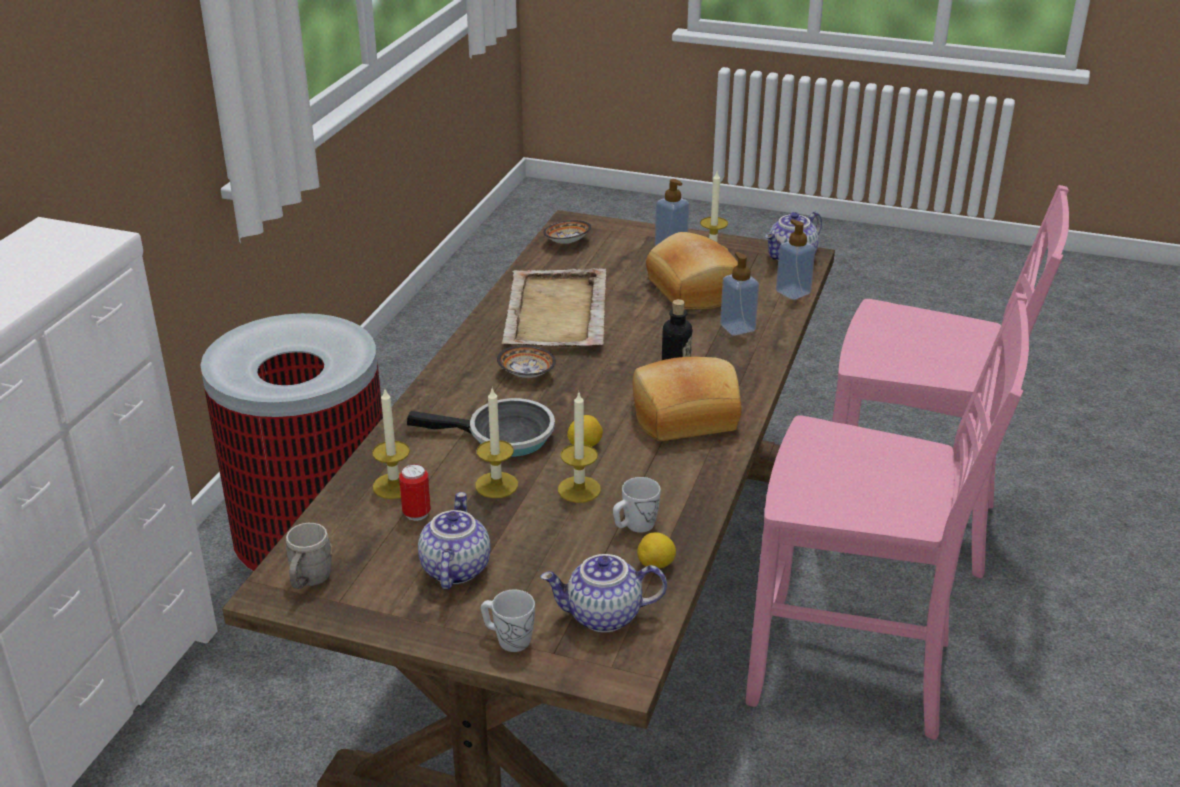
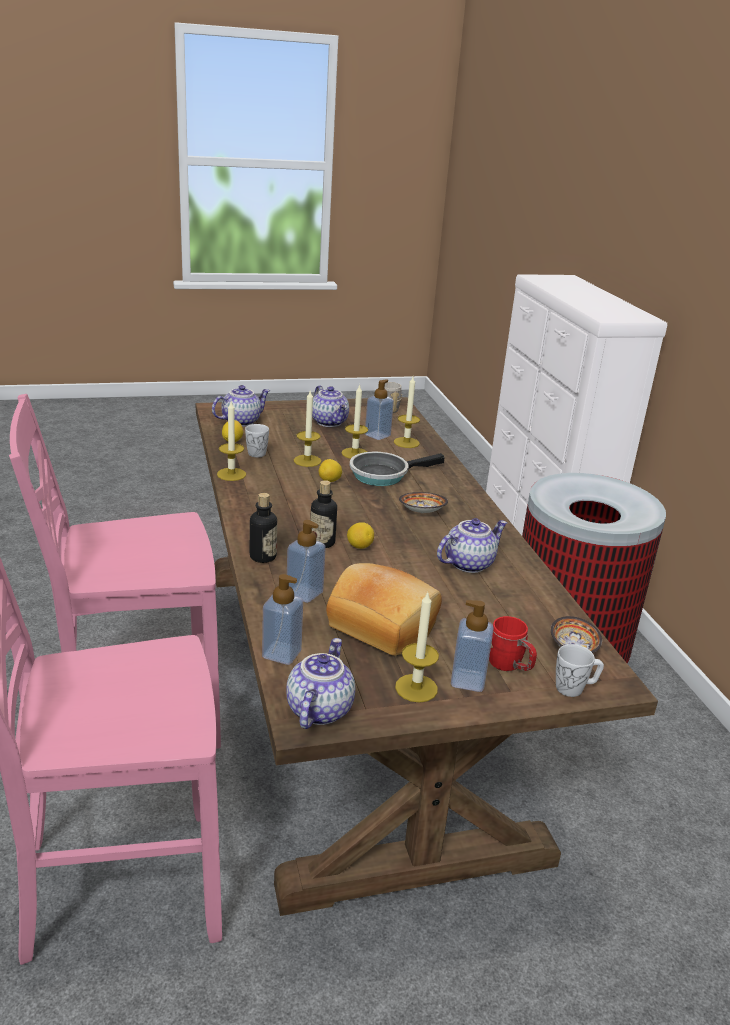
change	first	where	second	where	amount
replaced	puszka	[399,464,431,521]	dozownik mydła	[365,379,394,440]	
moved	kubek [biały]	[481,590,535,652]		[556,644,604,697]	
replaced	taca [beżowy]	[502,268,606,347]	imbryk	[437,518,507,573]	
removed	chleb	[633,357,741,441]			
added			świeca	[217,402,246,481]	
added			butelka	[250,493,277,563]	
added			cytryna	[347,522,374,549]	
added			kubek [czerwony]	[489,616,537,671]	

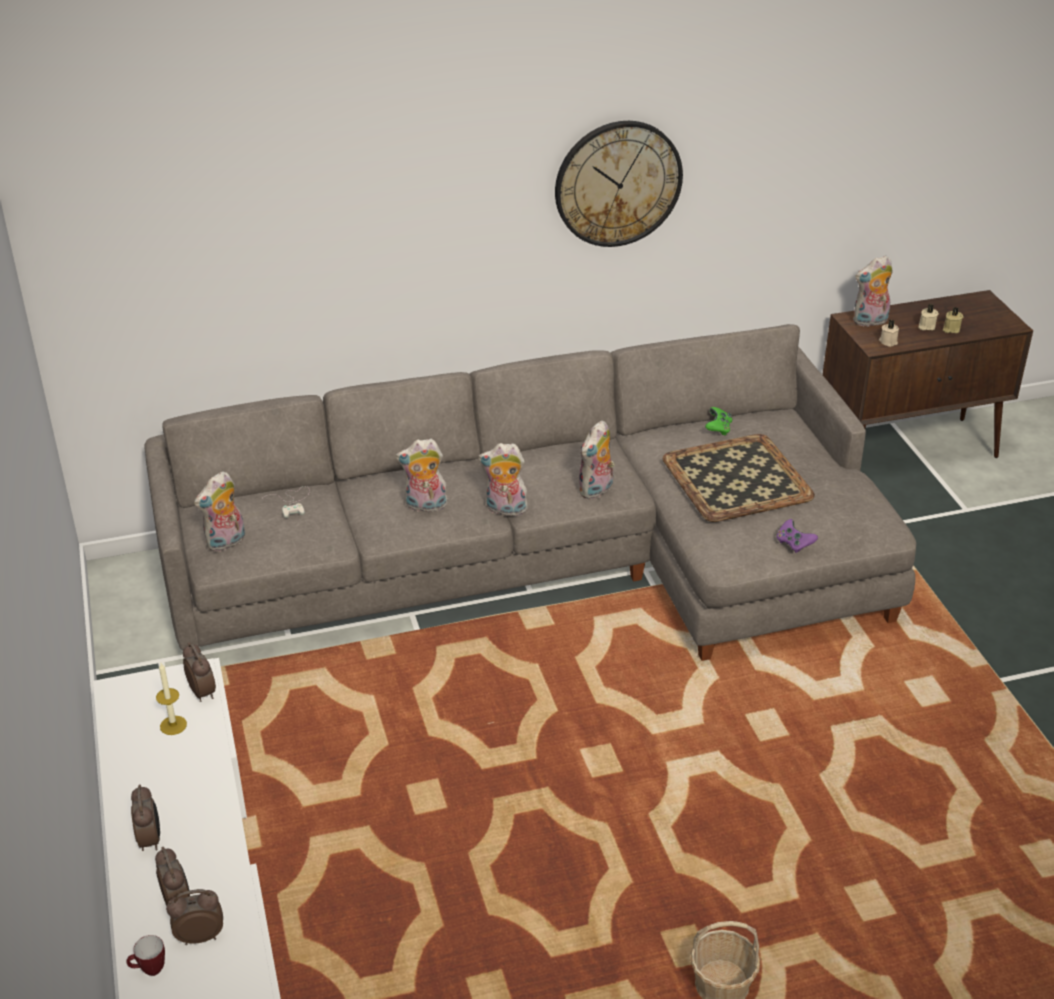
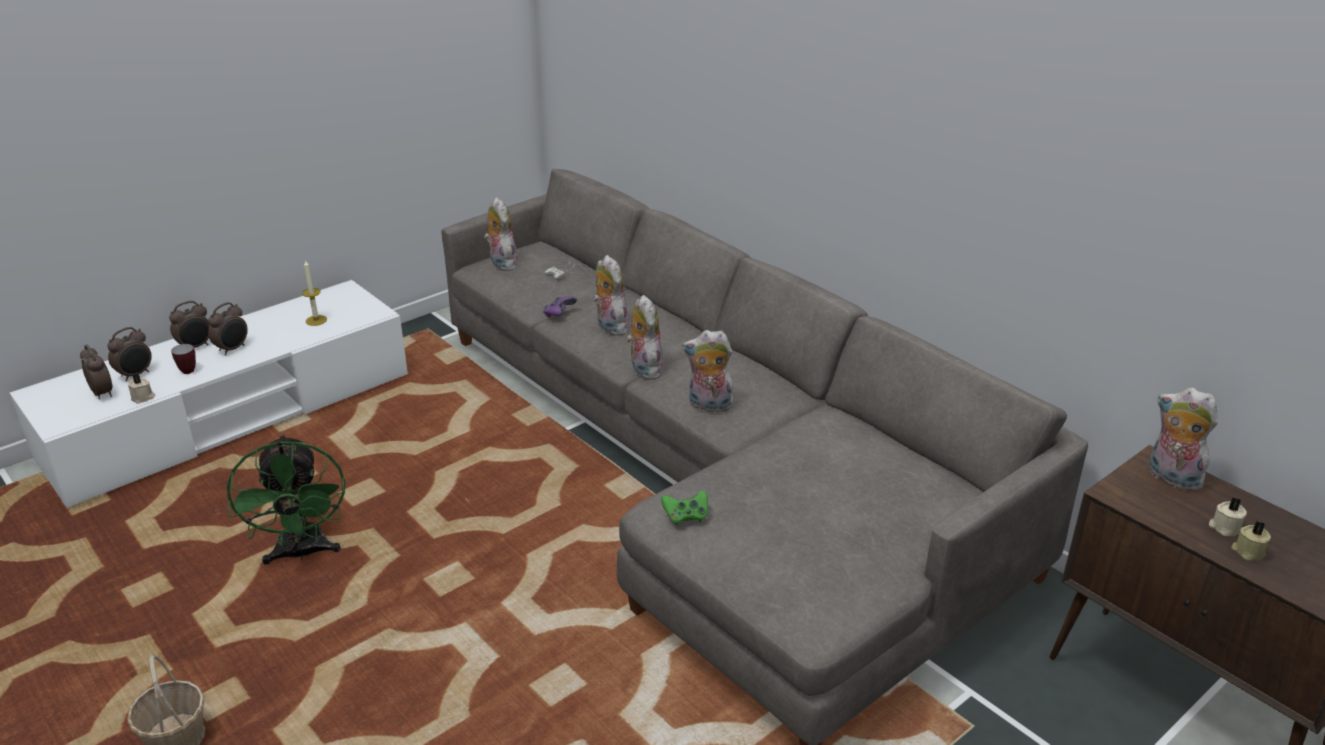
change	first	where	second	where	amount
moved	kubek	[126,935,165,976]		[171,344,196,374]	
moved	budzik	[183,643,216,702]		[208,302,248,355]	
turned	pluszak	[194,471,245,552]		[484,197,518,271]	45 degrees clockwise
removed	zegar ścienny	[555,121,683,247]			
removed	taca	[662,434,815,522]			
moved	pad do gier [zielony]	[705,407,732,436]		[661,491,708,525]	
moved	pad do gier [fioletowy]	[777,519,818,553]		[543,296,577,318]	
moved	świeca [beżowy]	[879,320,899,347]		[128,374,155,404]	
added			wentylator [zielony]	[227,434,345,564]	

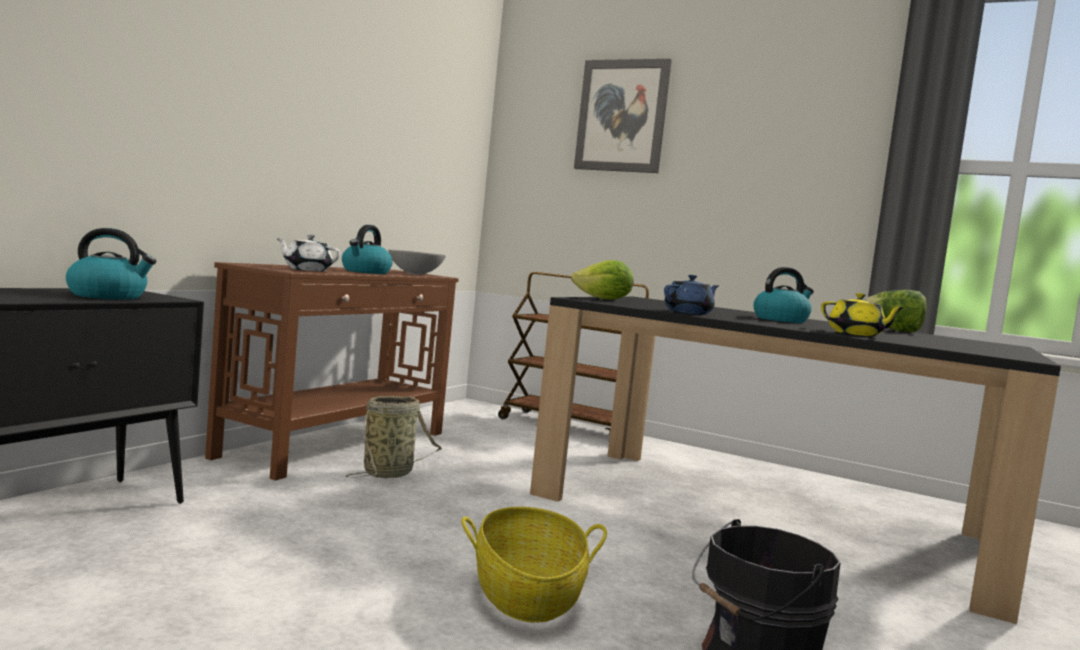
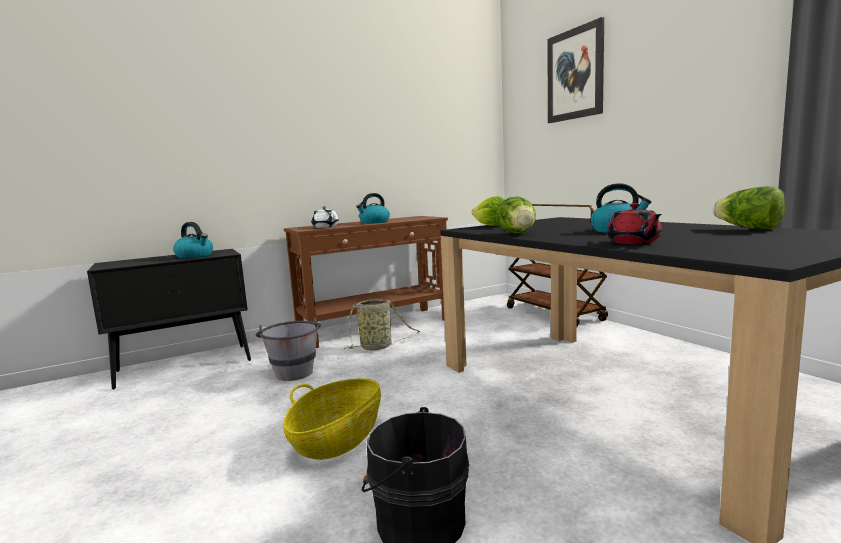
change	first	where	second	where	amount
removed	miska [szary]	[388,250,446,275]			
replaced	imbryk [niebieski]	[664,275,720,315]	sałata	[497,197,536,234]	
recoloured	imbryk [żółty]	[821,293,905,336]	imbryk [czerwony]	[607,203,662,244]	
added			wiadro [szary]	[256,318,321,381]	

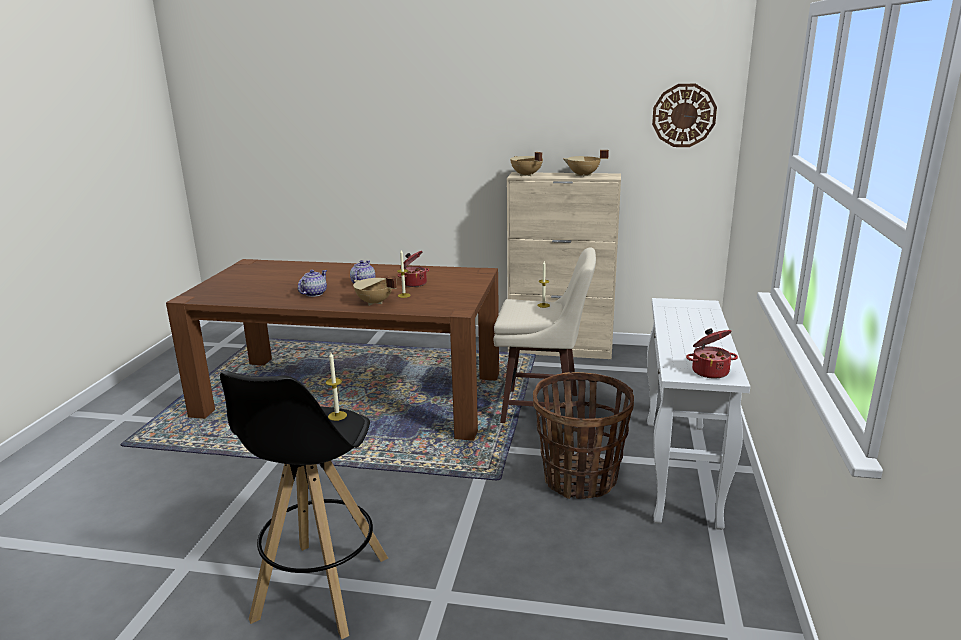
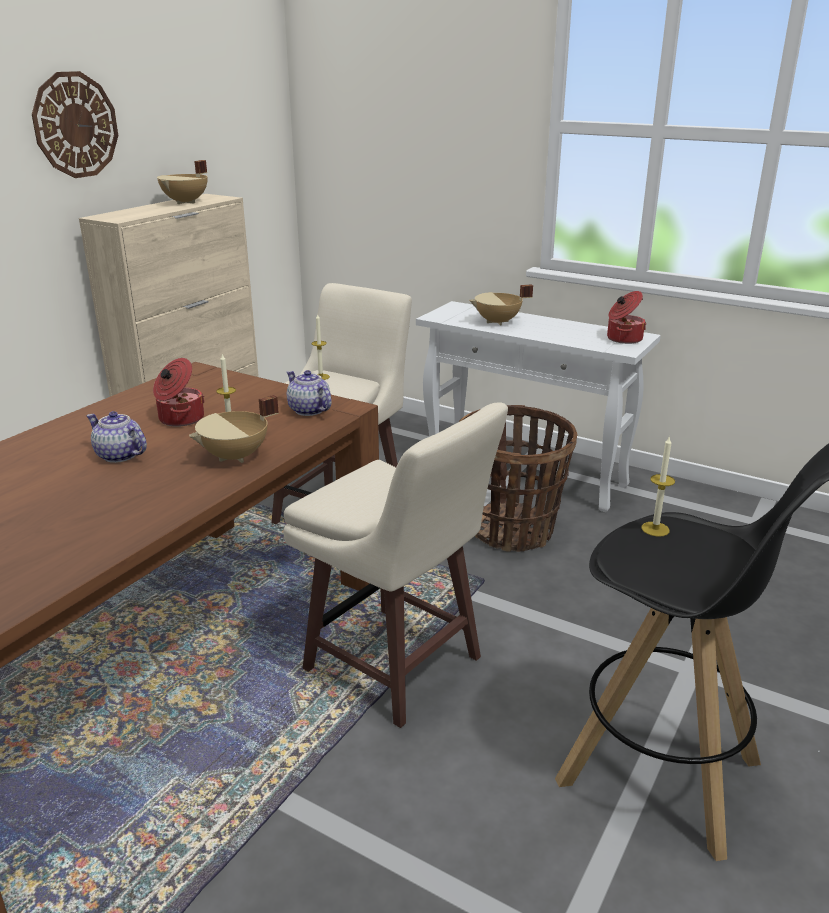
change	first	where	second	where	amount
moved	imbryk	[298,270,327,297]		[287,370,332,416]	
moved	garnek [beżowy]	[510,152,543,176]		[469,284,533,326]	
moved	zegar ścienny	[652,84,717,147]		[32,71,118,178]	
added			stołek [beżowy]	[283,402,508,728]	

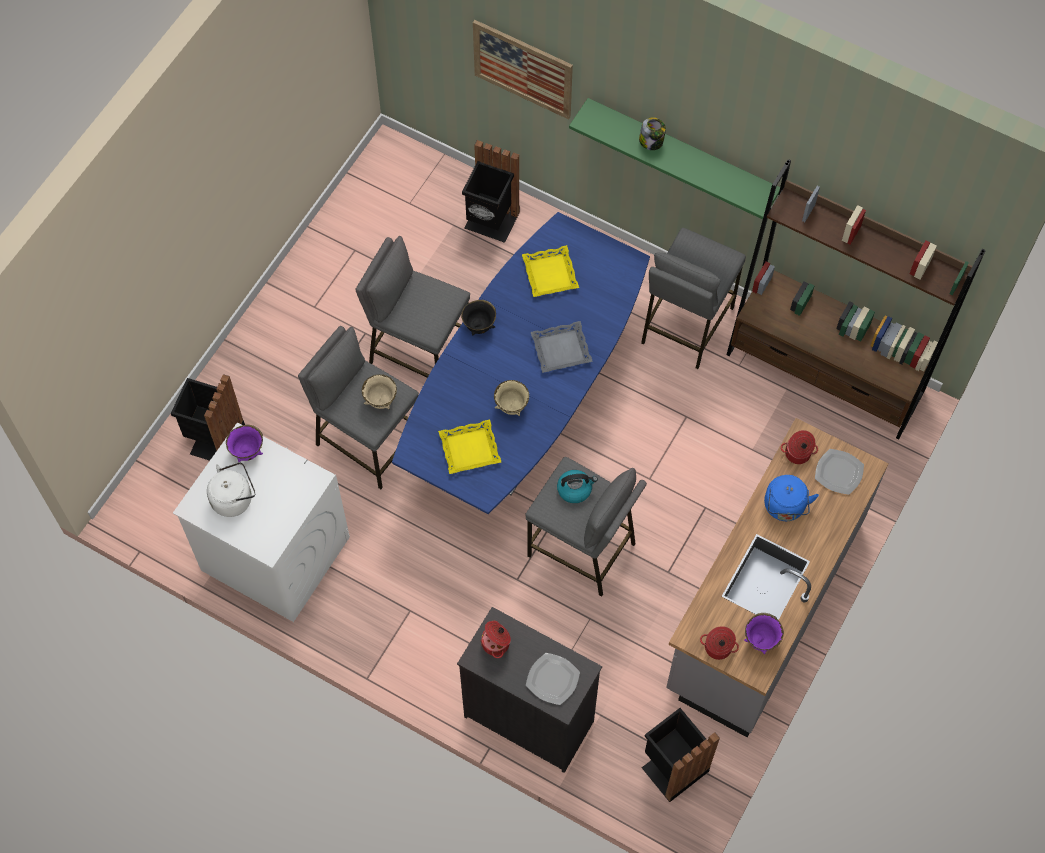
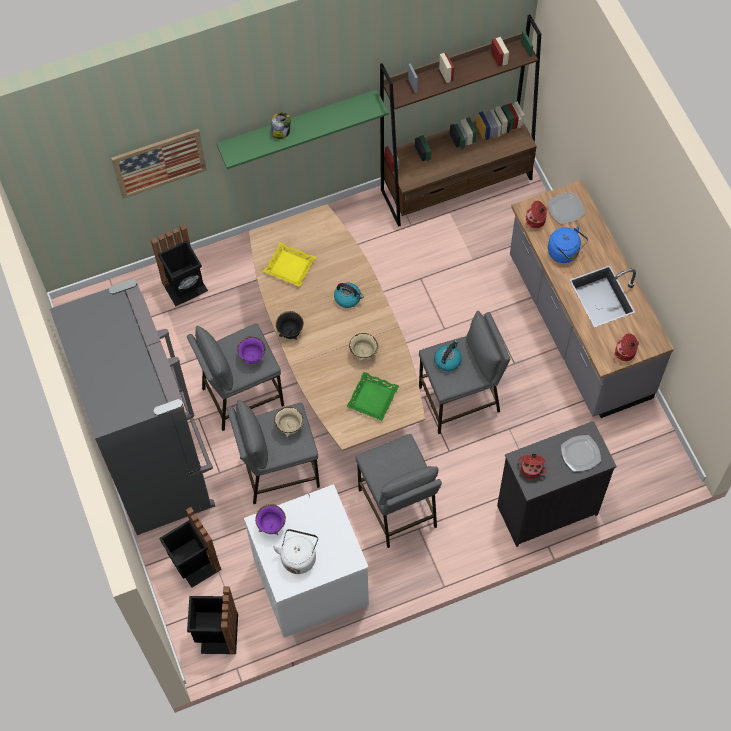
change	first	where	second	where	amount
recoloured	stół jadalny [niebieski]	[392,212,650,514]	stół jadalny [brązowy]	[249,204,425,451]	
recoloured	taca [żółty]	[438,419,501,474]	taca [zielony]	[346,372,399,421]	
replaced	taca [szary]	[531,321,593,373]	czajnik	[334,283,364,308]	
moved	stołek [szary]	[641,228,746,369]		[356,434,442,548]	
moved	kosz na śmieci [czarny]	[642,708,720,802]		[187,586,238,654]	
moved	miska [fioletowy]	[744,613,784,654]		[237,336,265,365]	
added			lodówka [szary]	[50,279,215,535]	

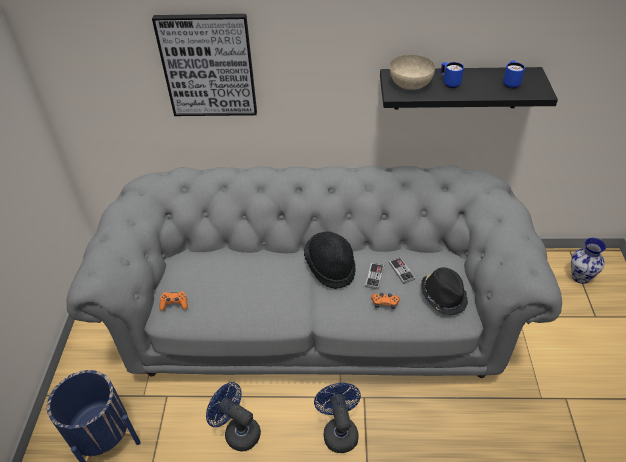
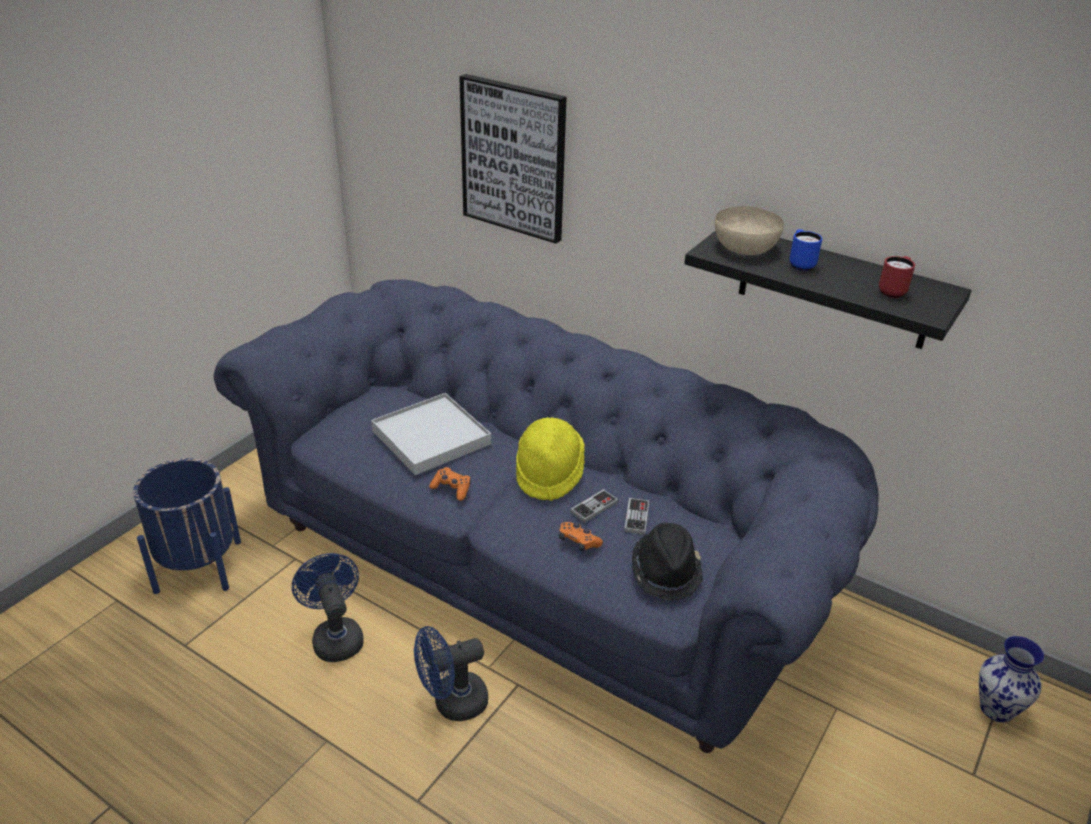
change	first	where	second	where	amount
recoloured	kanapa [szary]	[66,165,562,378]	kanapa [niebieski]	[214,280,879,753]	
moved	pad do gier [pomarańczowy]	[160,291,188,310]		[429,467,471,501]	
recoloured	kapelusz [czarny]	[304,231,356,289]	kapelusz [żółty]	[516,417,585,501]	
turned	wentylator [niebieski]	[314,383,361,453]		[414,626,488,721]	135 degrees counterclockwise
recoloured	kubek [niebieski]	[503,60,525,89]	kubek [czerwony]	[879,256,915,298]	
added			taca [biały]	[371,393,491,475]	

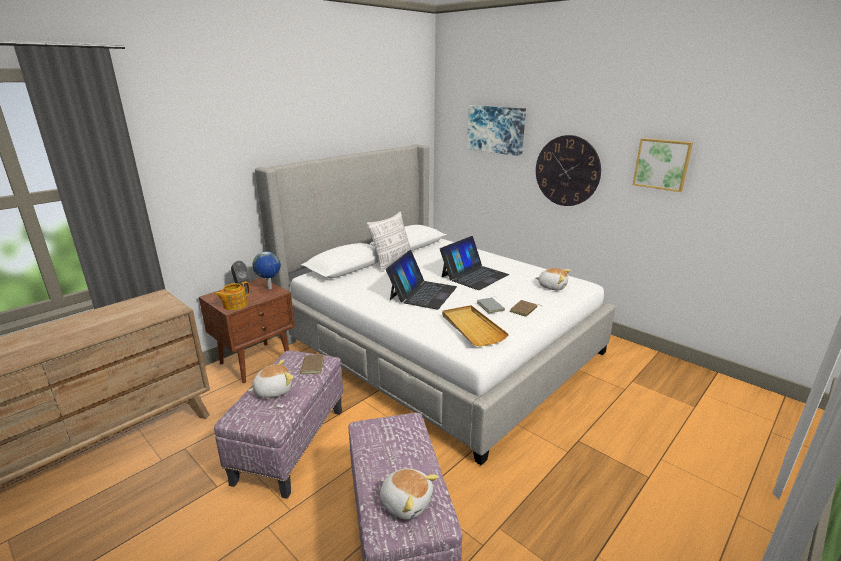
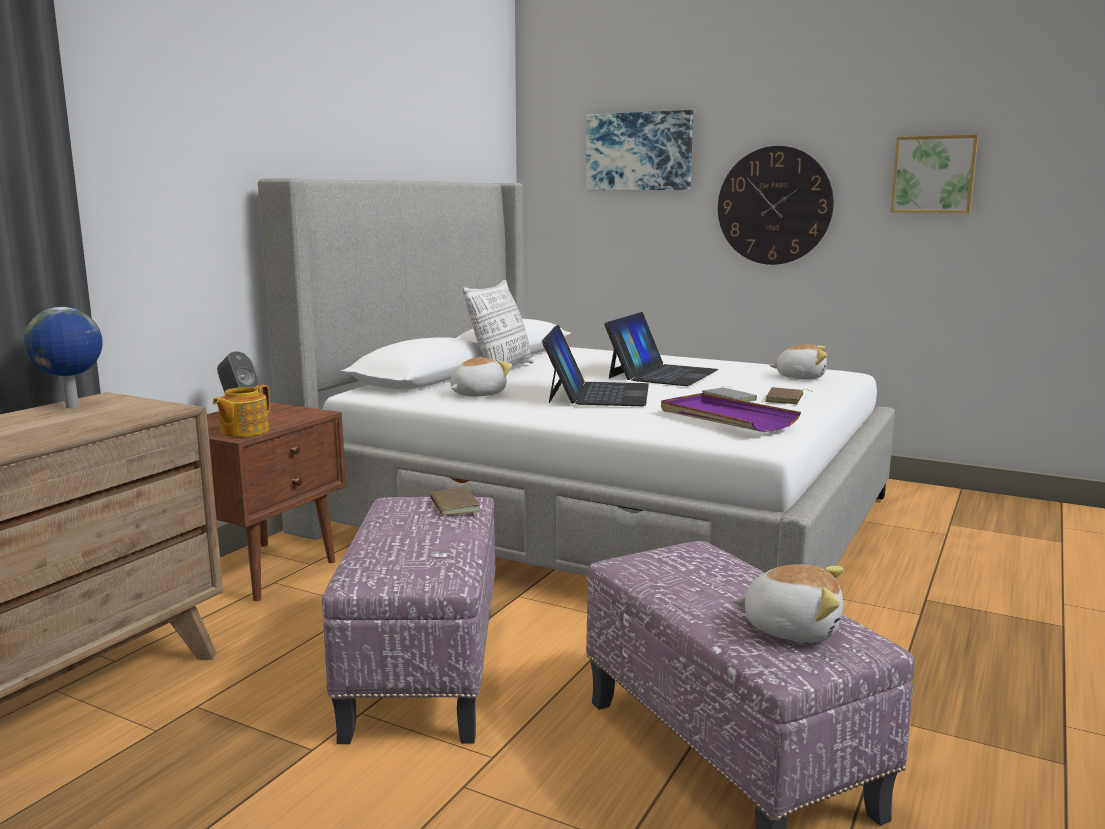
change	first	where	second	where	amount
moved	pluszak	[248,359,293,398]		[450,357,512,397]	
moved	globus	[252,251,281,289]		[24,307,103,408]	
recoloured	taca [beżowy]	[442,305,509,347]	taca [fioletowy]	[661,393,801,432]	

